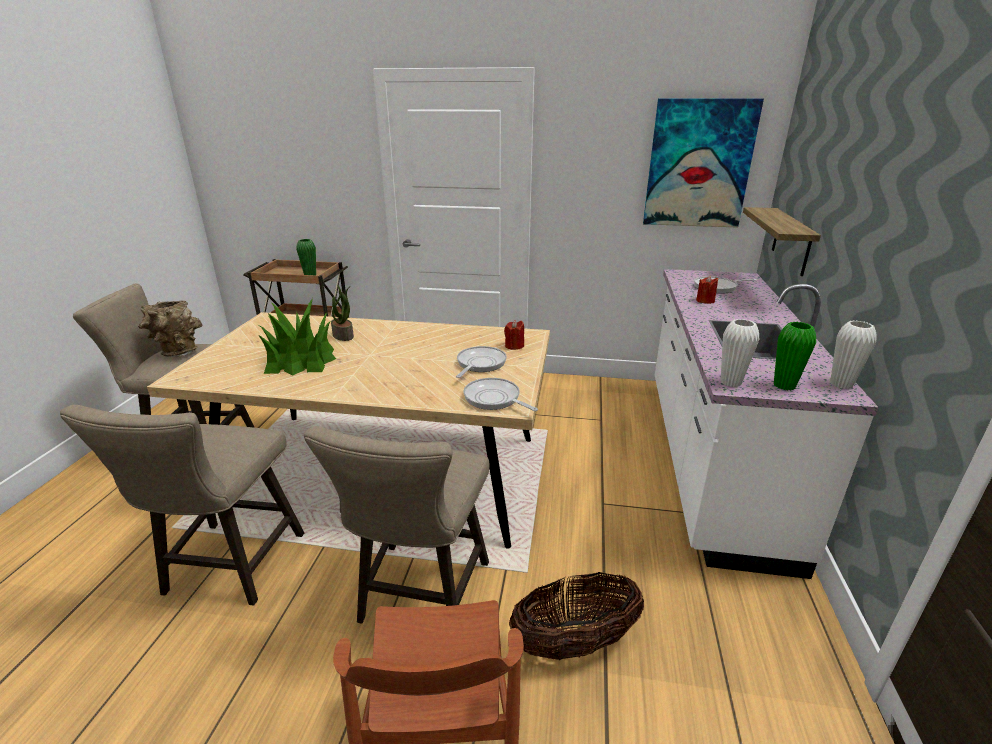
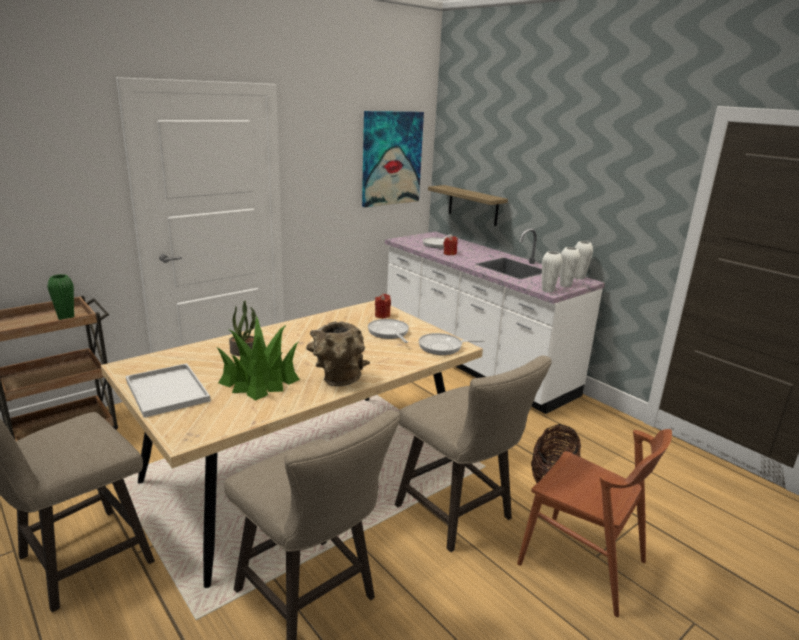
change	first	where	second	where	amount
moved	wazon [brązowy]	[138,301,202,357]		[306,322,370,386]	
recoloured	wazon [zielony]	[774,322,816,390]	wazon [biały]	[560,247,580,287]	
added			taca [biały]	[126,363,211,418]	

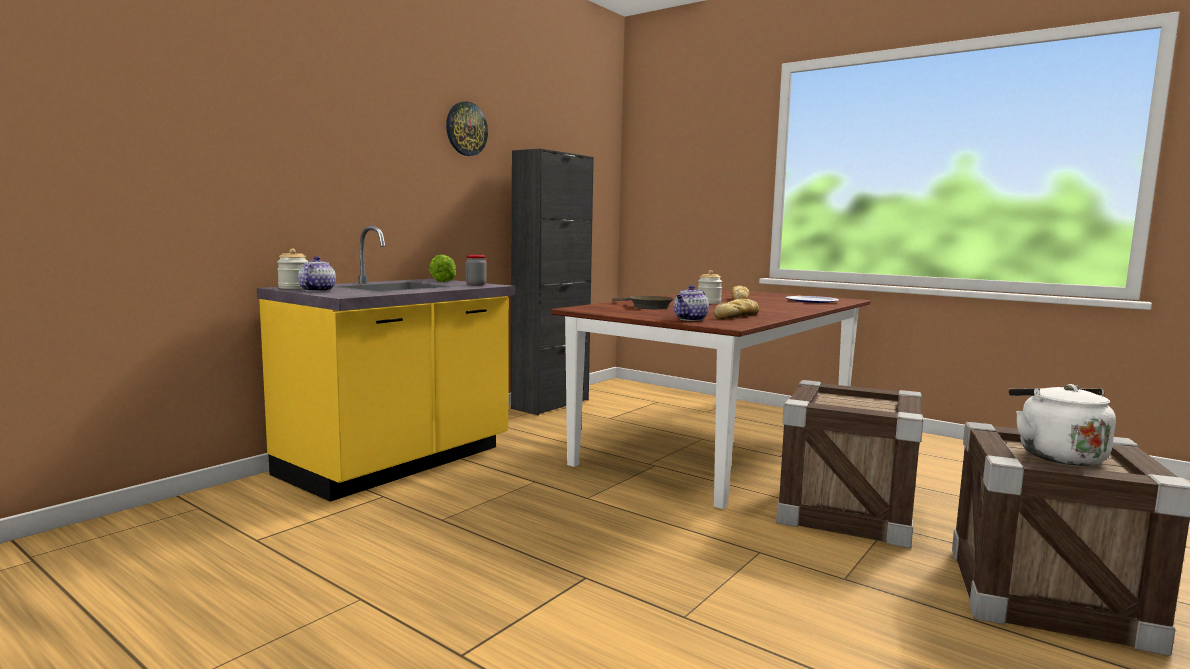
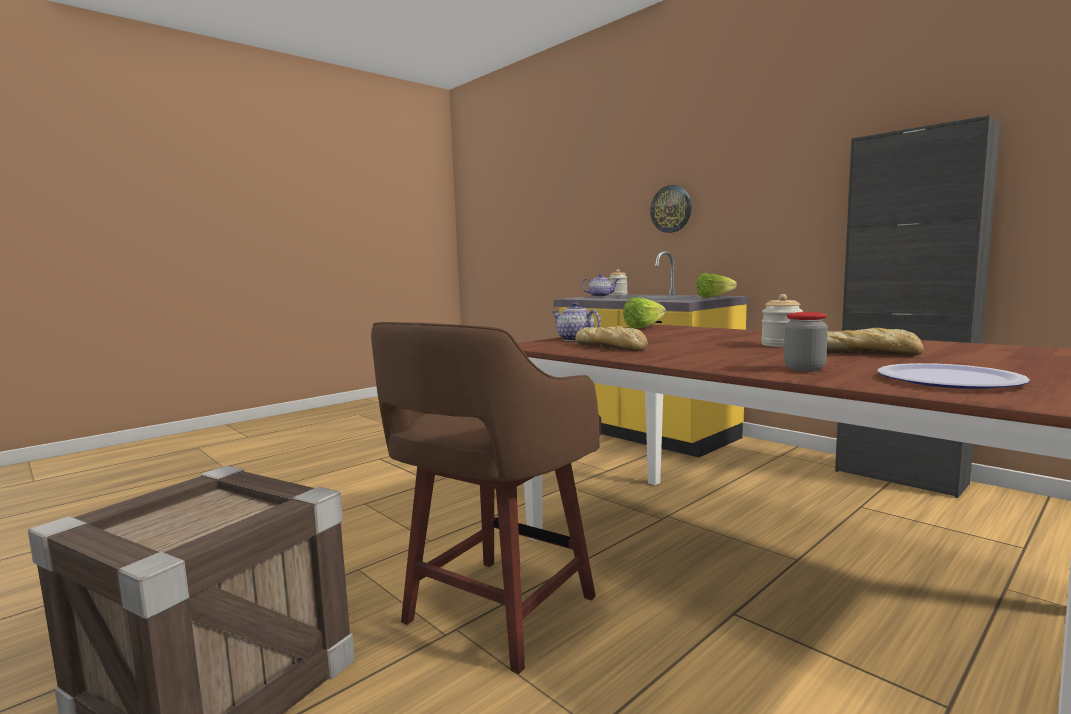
change	first	where	second	where	amount
moved	zegar ścienny	[446,101,488,156]		[650,185,692,233]	
moved	słoik	[466,255,487,286]		[784,312,828,372]	
removed	patelnia [brązowy]	[612,296,674,309]			
replaced	skrzynka	[776,380,923,548]	stołek [brązowy]	[371,322,601,674]	
removed	czajnik [biały]	[1009,384,1116,466]			
added			sałata	[623,297,666,329]	

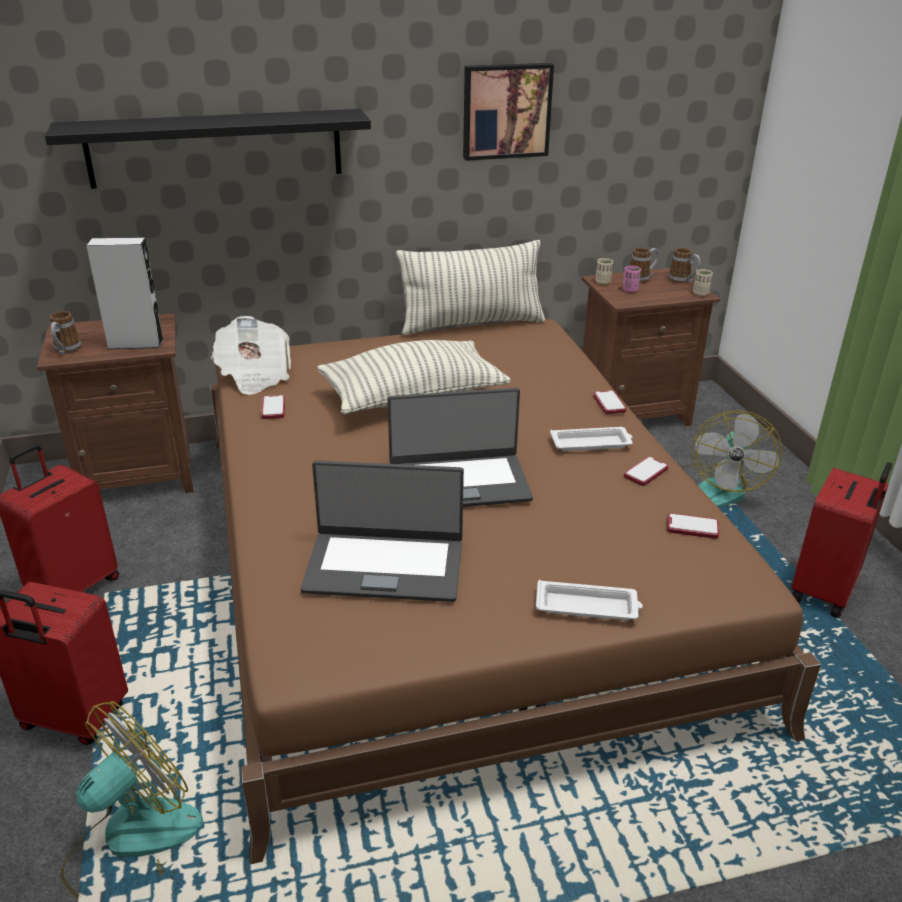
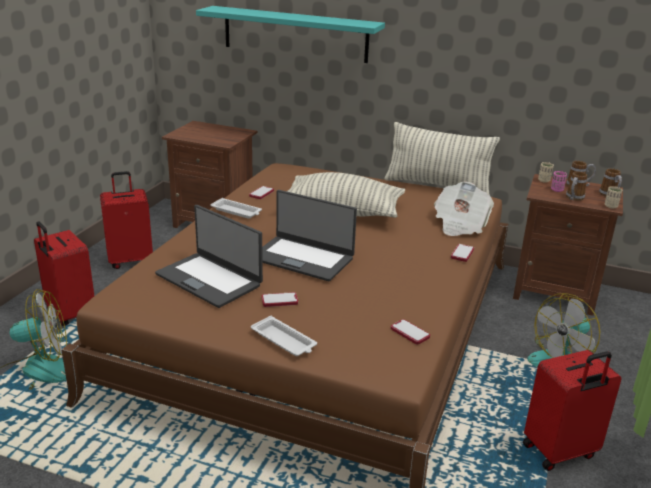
change	first	where	second	where	amount
recoloured	półka [czarny]	[45,109,371,189]	półka [turkusowy]	[196,6,385,63]	
moved	kubek	[50,311,82,354]		[566,171,587,201]	
removed	głośnik [szary]	[86,237,164,350]			
moved	gazeta	[211,316,291,395]		[434,181,494,236]	
removed	obraz	[463,63,554,161]			
moved	taca [biały]	[550,427,633,451]		[210,198,262,219]	
moved	telefon	[624,457,668,486]		[262,292,298,307]	

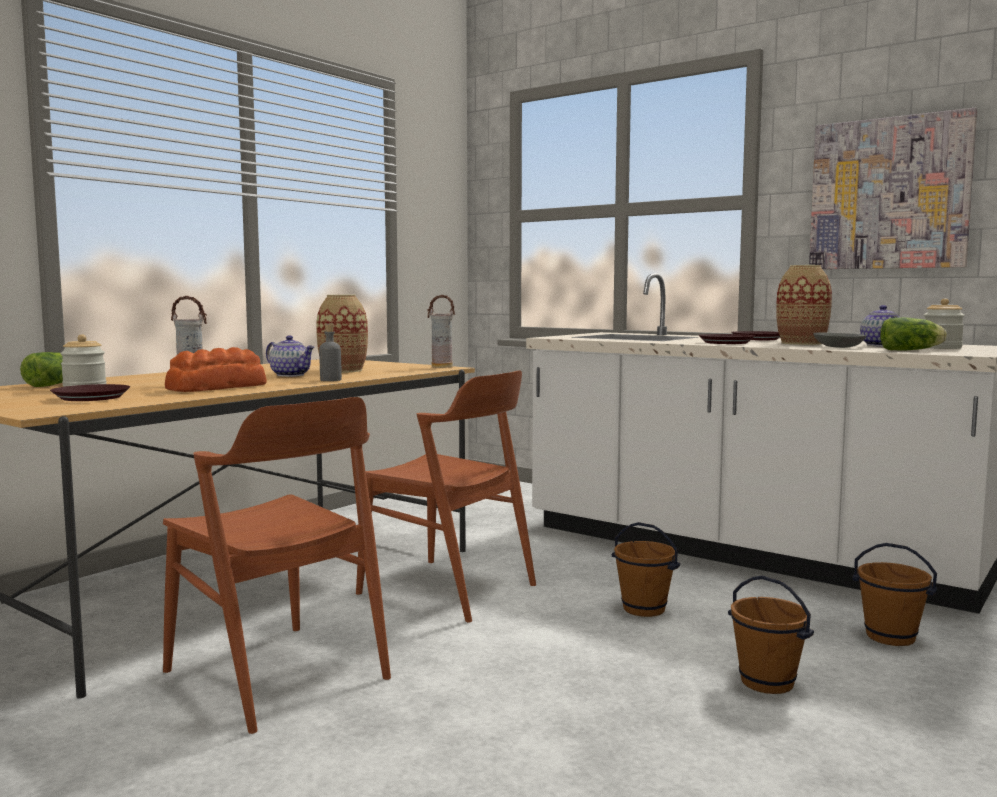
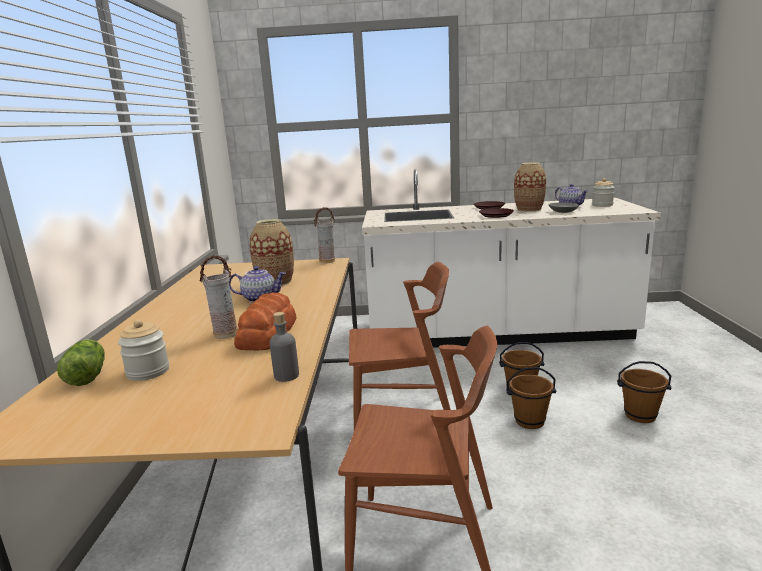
change	first	where	second	where	amount
removed	talerz [brązowy]	[50,384,130,401]			
moved	butelka [szary]	[319,324,342,381]		[269,312,299,382]	
removed	obraz	[809,108,977,269]			
moved	wiadro [brązowy]	[852,543,937,646]		[506,367,556,429]	
removed	sałata	[880,317,947,351]			

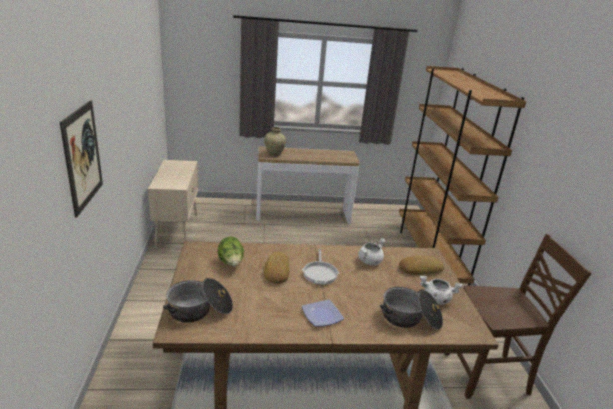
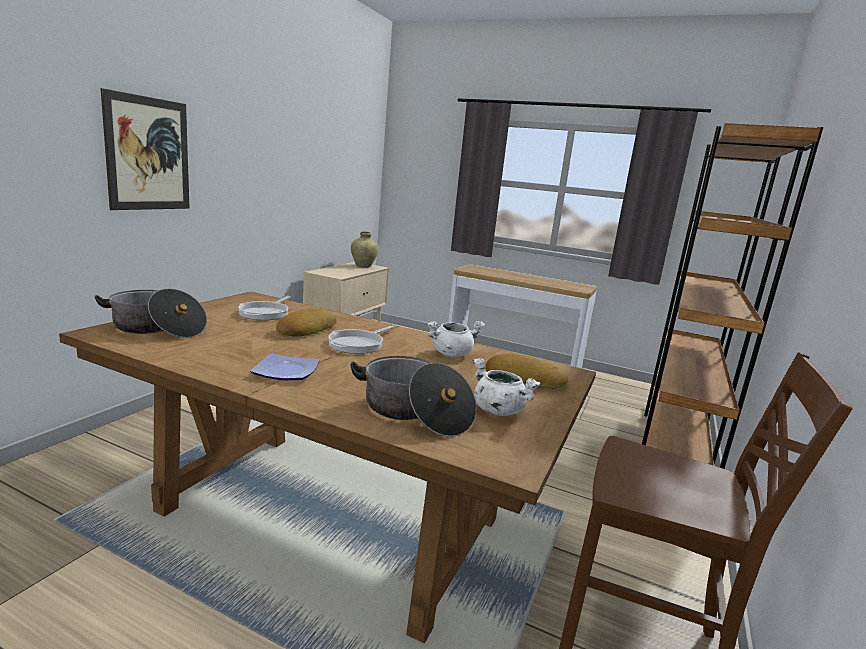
change	first	where	second	where	amount
replaced	sałata	[217,237,244,267]	patelnia	[238,296,290,320]	
moved	wazon [beżowy]	[264,127,286,156]		[351,231,378,268]	

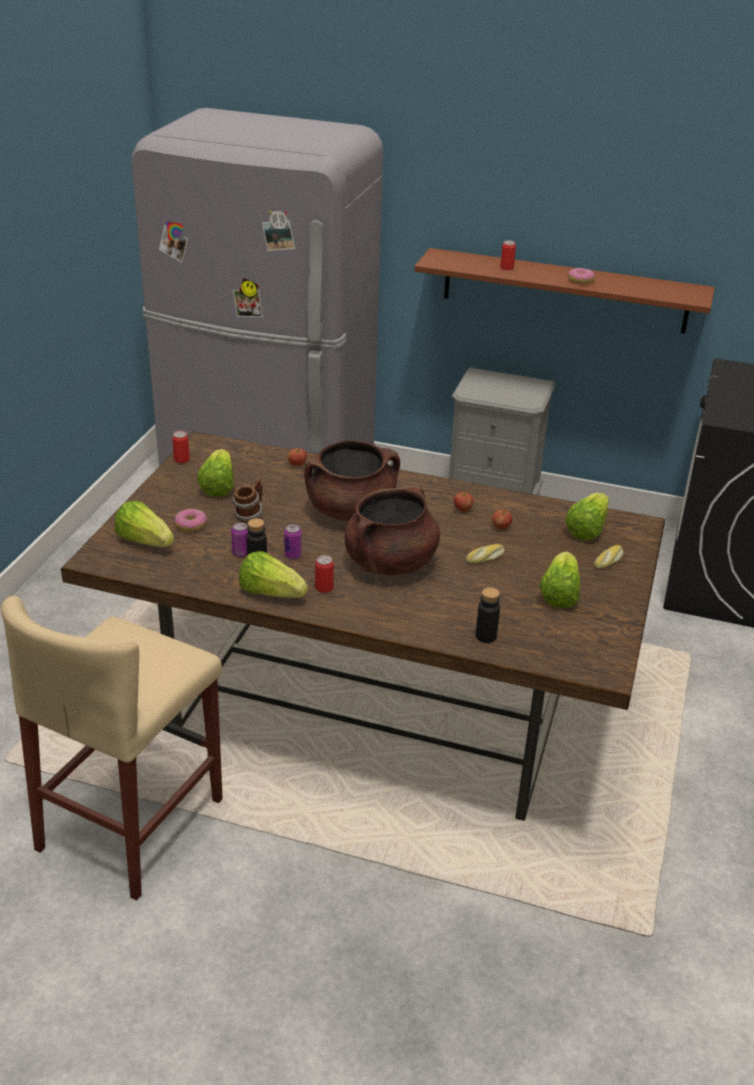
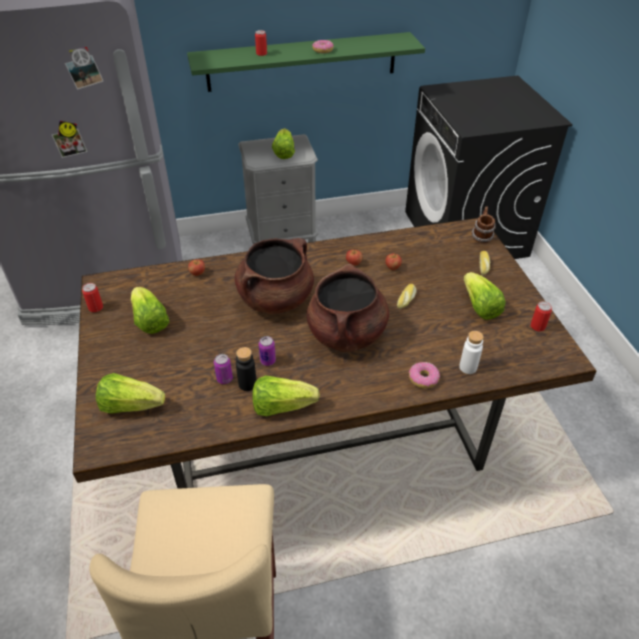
change	first	where	second	where	amount
moved	donut	[174,509,207,532]		[409,362,440,389]	
moved	kubek	[233,478,263,523]		[471,207,496,243]	
moved	puszka	[315,555,334,593]		[530,301,552,331]	
recoloured	półka [brązowy]	[414,248,715,334]	półka [zielony]	[187,32,425,92]	
recoloured	butelka [czarny]	[476,587,500,643]	butelka [biały]	[459,331,484,374]	
moved	sałata	[565,493,609,540]		[272,128,295,159]	

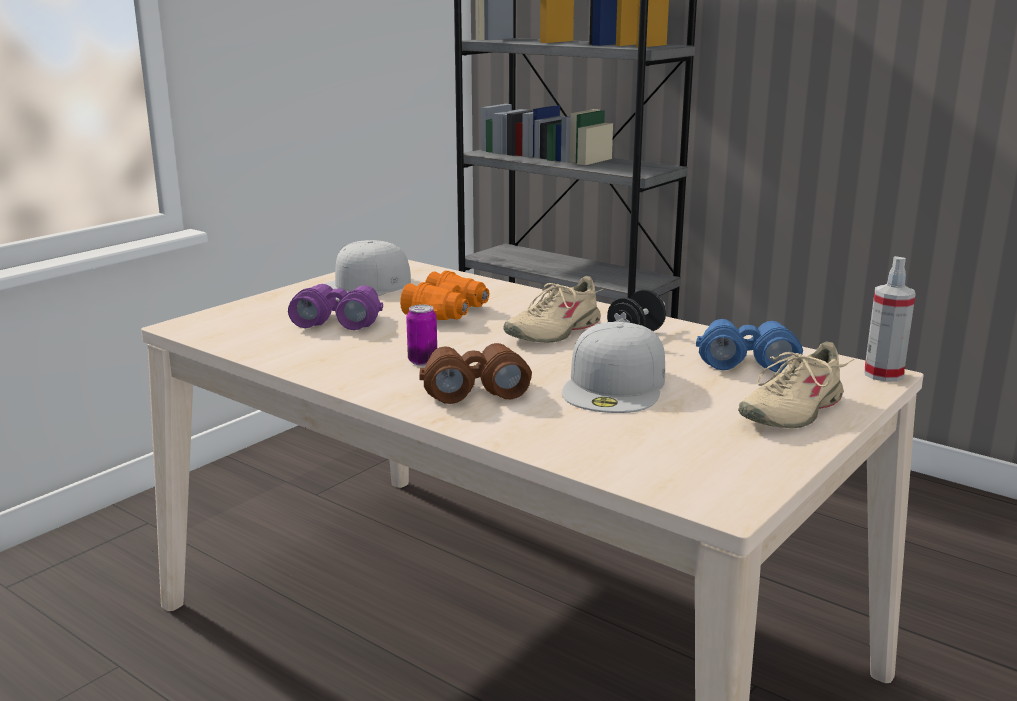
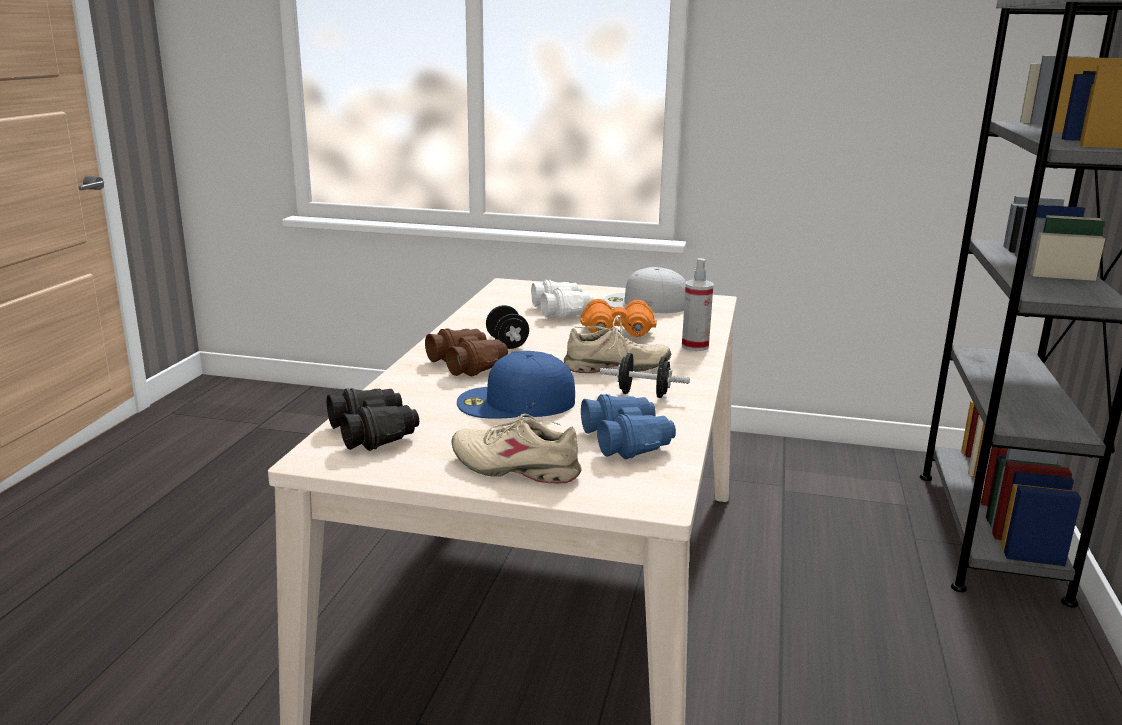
change	first	where	second	where	amount
recoloured	lornetka [fioletowy]	[288,284,383,330]	lornetka [biały]	[531,280,594,319]	
replaced	puszka	[406,304,437,366]	hantel [czarny]	[486,305,529,349]	
turned	but [beżowy]	[503,276,603,343]		[564,316,671,373]	150 degrees clockwise
recoloured	czapka z daszkiem [biały]	[562,322,665,413]	czapka z daszkiem [niebieski]	[457,351,575,419]	
moved	spryskiwacz	[864,256,916,382]		[682,258,713,351]	
added			lornetka [czarny]	[327,388,419,451]	

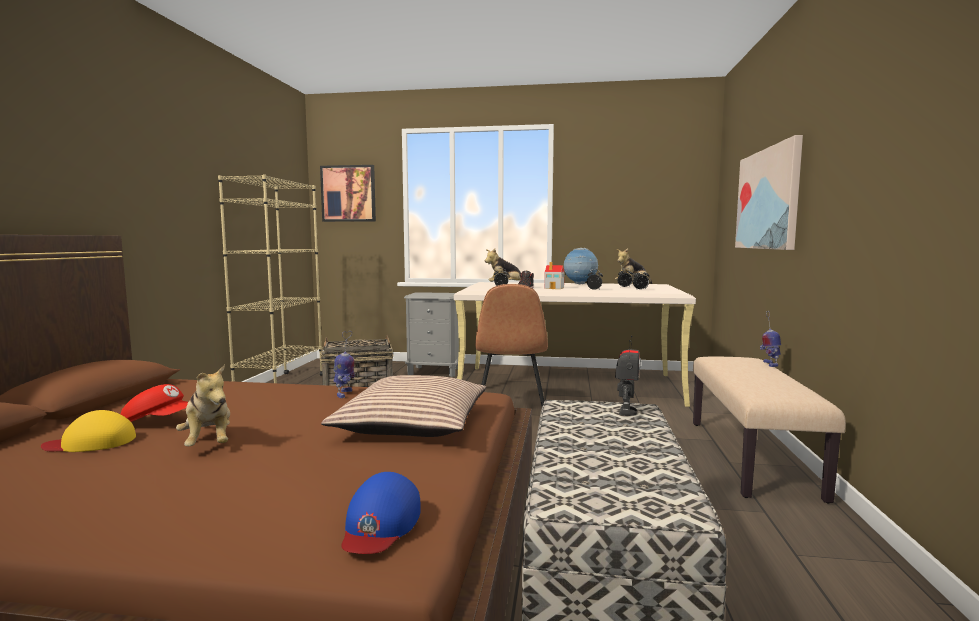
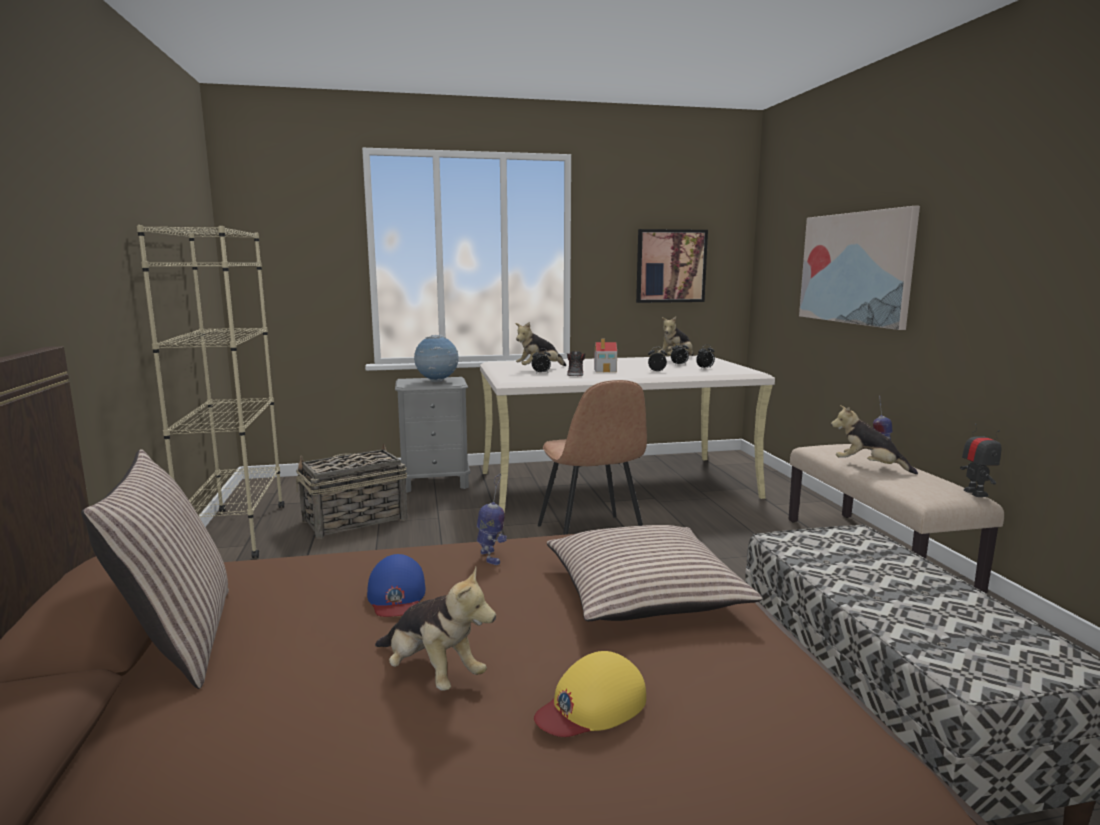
change	first	where	second	where	amount
moved	czapka z daszkiem [żółty]	[41,410,136,452]		[534,651,646,737]	
removed	czapka z daszkiem [czerwony]	[121,384,188,422]			
moved	obraz	[320,165,376,222]		[636,229,708,303]	
moved	czapka z daszkiem [niebieski]	[341,472,421,554]		[367,554,425,617]	
moved	globus	[564,248,598,284]		[414,335,459,382]	
moved	robot zabawkowy	[615,336,641,416]		[960,424,1002,497]	
added			poduszka	[81,449,229,689]	
added			pluszak	[831,405,918,474]	

